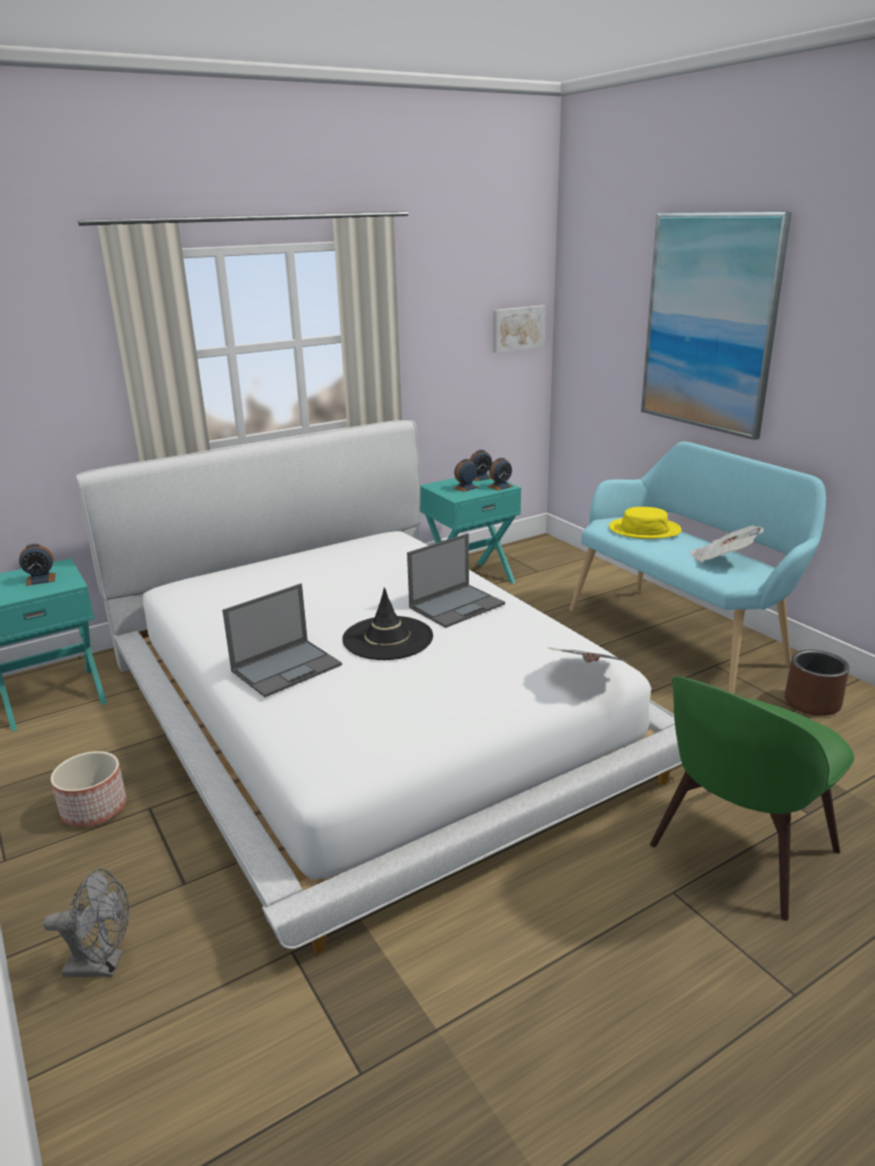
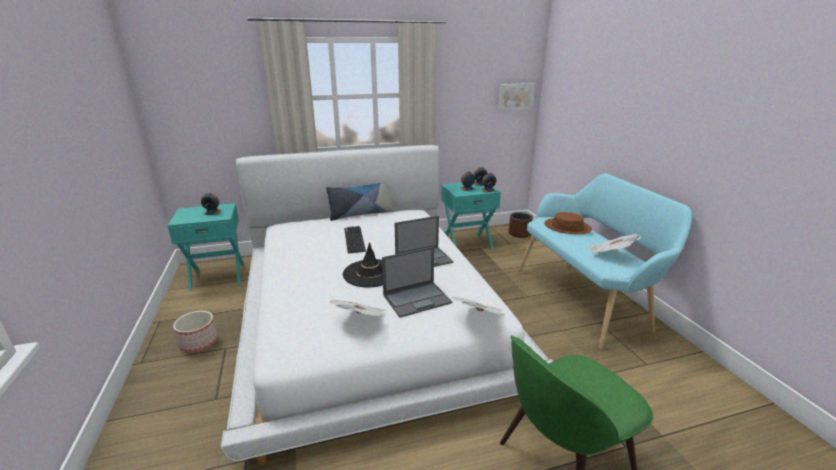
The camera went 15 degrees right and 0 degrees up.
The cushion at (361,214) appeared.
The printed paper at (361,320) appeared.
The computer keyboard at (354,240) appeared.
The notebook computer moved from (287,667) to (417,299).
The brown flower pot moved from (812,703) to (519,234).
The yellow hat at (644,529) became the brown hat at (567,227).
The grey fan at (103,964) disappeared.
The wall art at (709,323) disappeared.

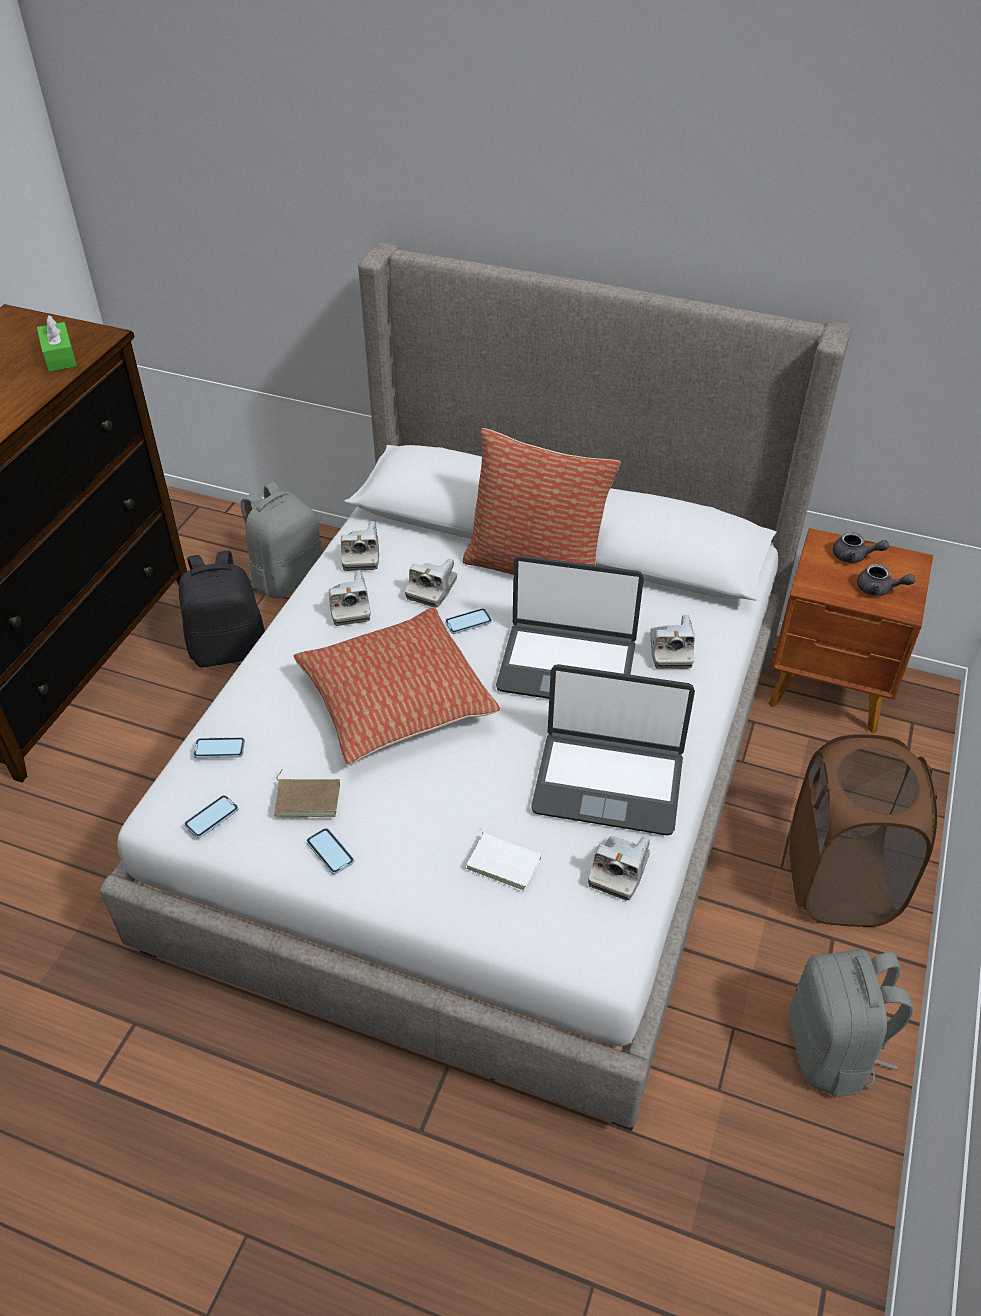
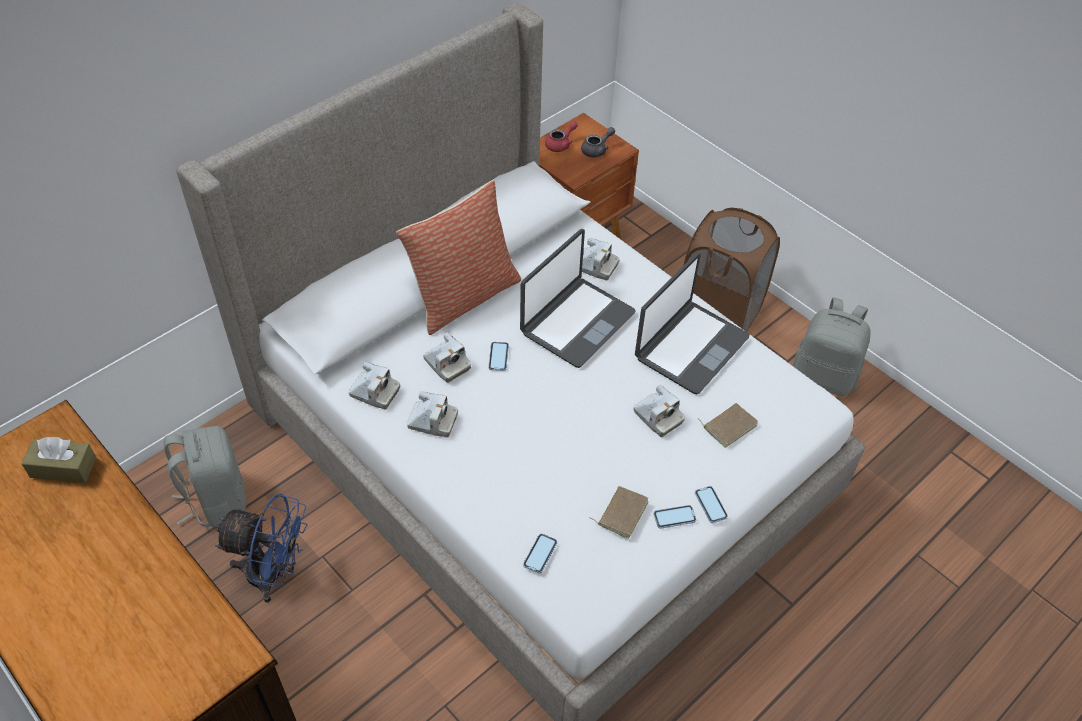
The camera went 65 degrees left and 5 degrees up.
The green-coloured tissue holder at (59,356) became the brown tissue holder at (63,468).
The blackish backpack at (229,649) was replaced by the blue-coloured fan at (274,574).
The grey pot for tea at (854,556) became the red-coloured pot for tea at (560,144).
The photo camera moved from (619,871) to (657,417).
The telephone moved from (211,817) to (710,505).
The white book at (505,862) became the brown book at (729,425).
The cushion at (395,701) disappeared.

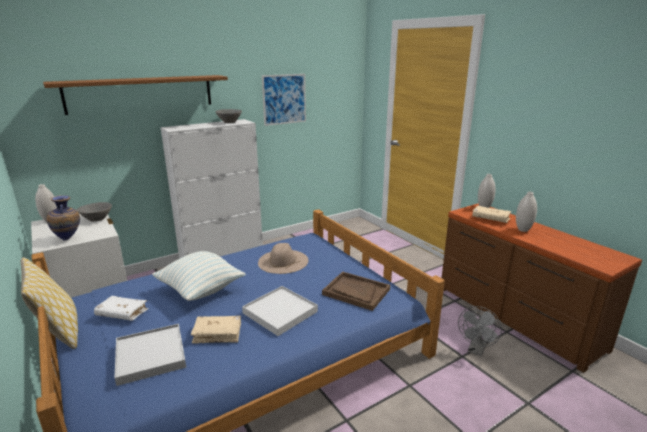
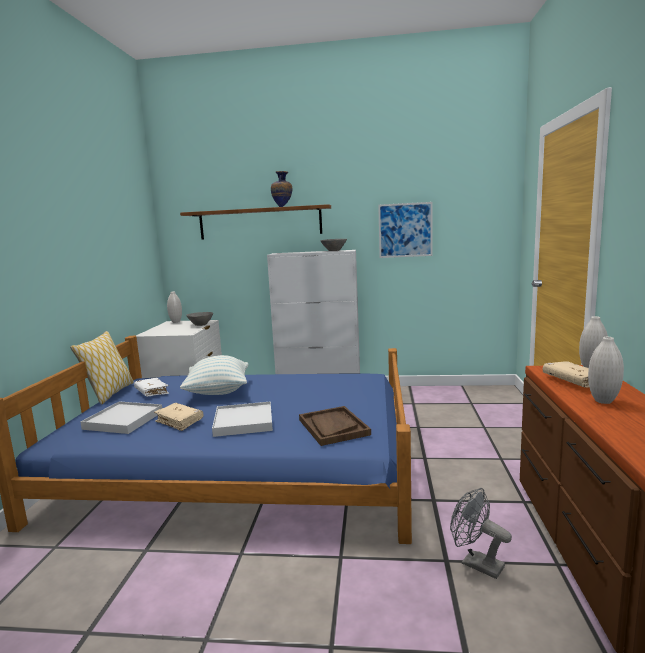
The camera went 40 degrees right and 10 degrees down.
The decorative vase moved from (69,239) to (282,207).
The grey fan at (476,350) turned 60 degrees clockwise.
The beige-coloured hat at (283,261) disappeared.

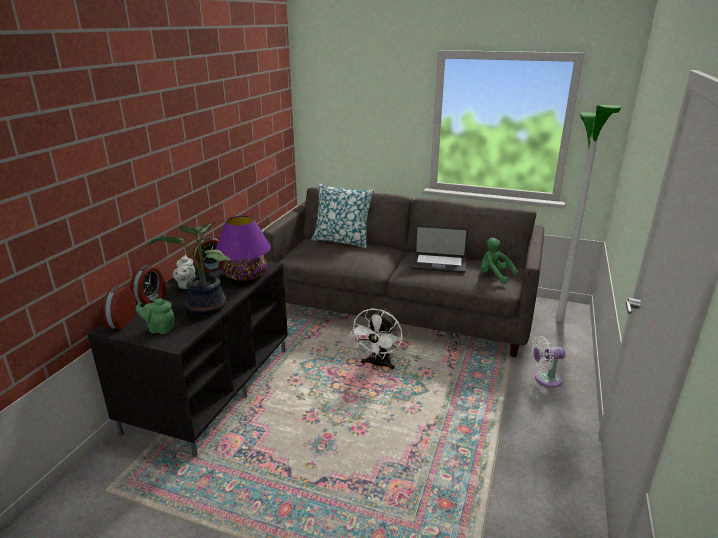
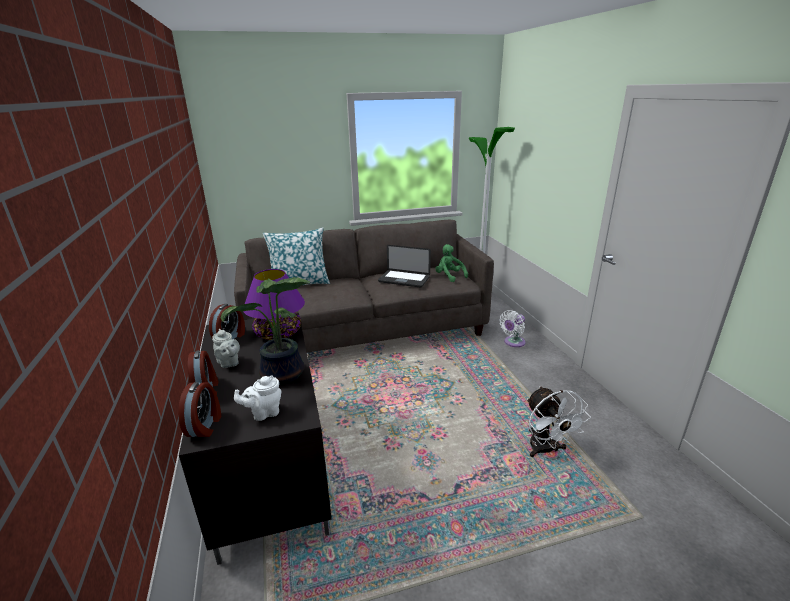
The camera went 35 degrees left and 0 degrees up.
The alarm clock at (121,322) turned 150 degrees counterclockwise.
The green-coloured pot for tea at (159,329) became the white pot for tea at (264,413).
The notebook computer at (438,264) turned 45 degrees clockwise.
The green-coloured cuddly toy at (494,275) turned 45 degrees clockwise.
The white fan moved from (378,364) to (546,450).

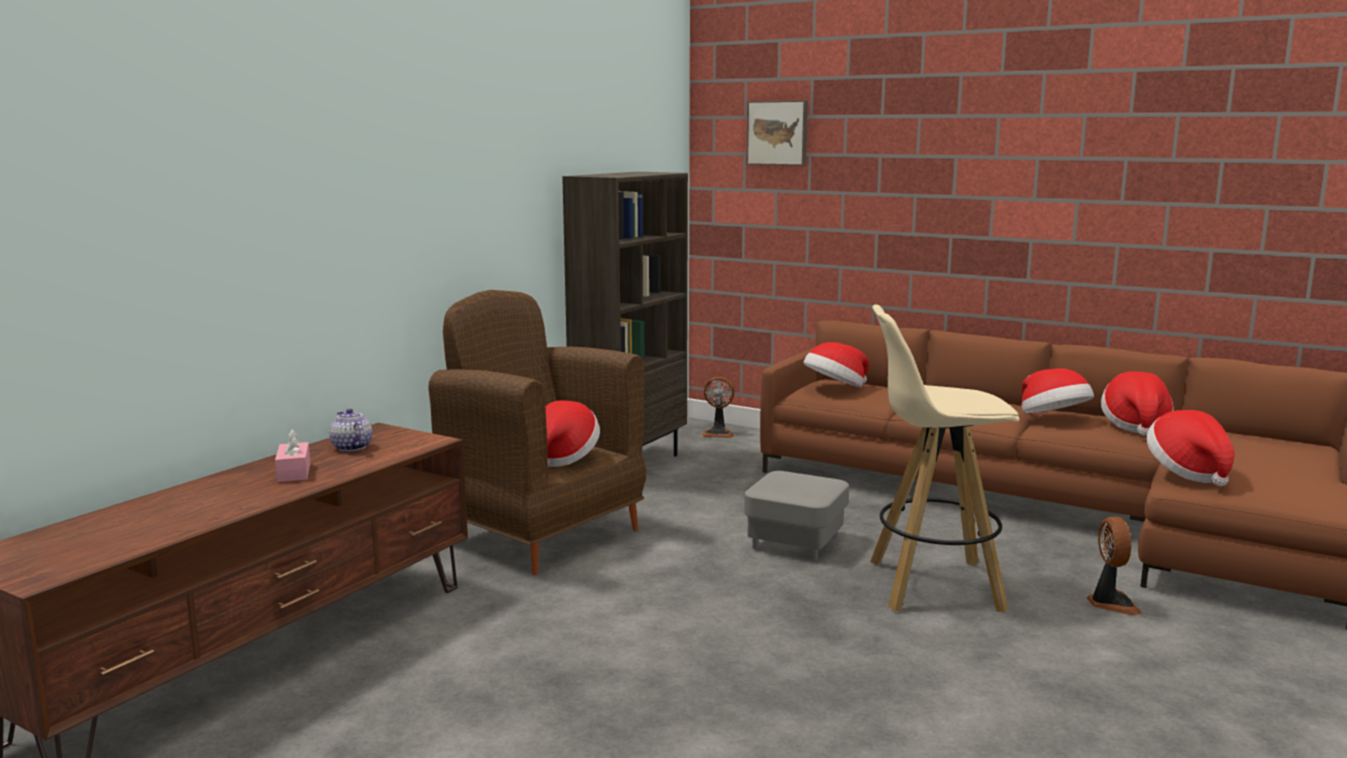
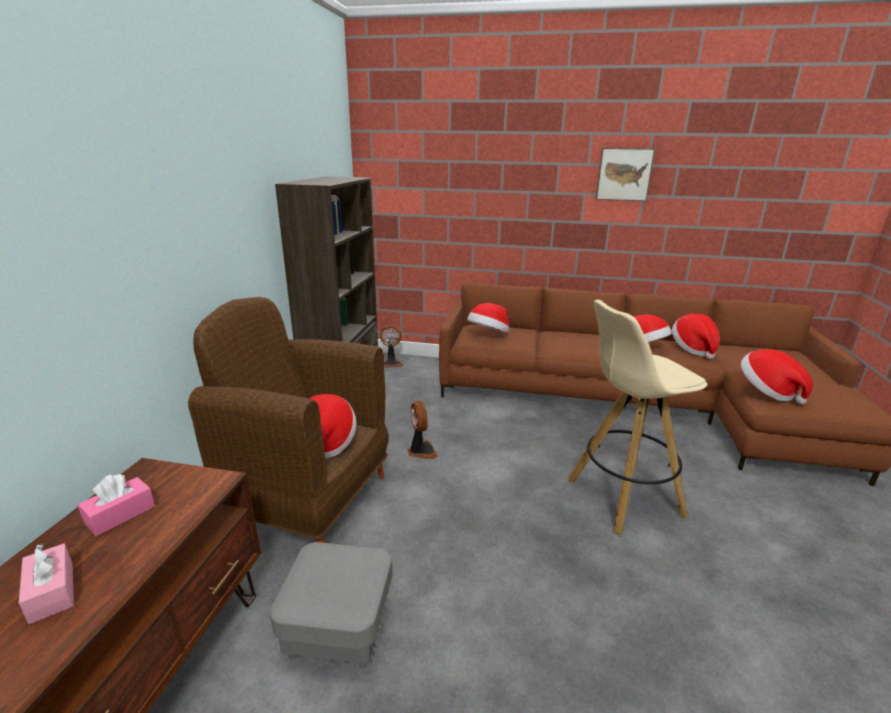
The camera went 20 degrees left and 10 degrees up.
The pot for tea at (351,447) was replaced by the pinkish tissue holder at (120,514).
The grey footrest moved from (795,542) to (339,628).
The fan moved from (1111,603) to (421,451).
The wall art moved from (778,133) to (624,174).

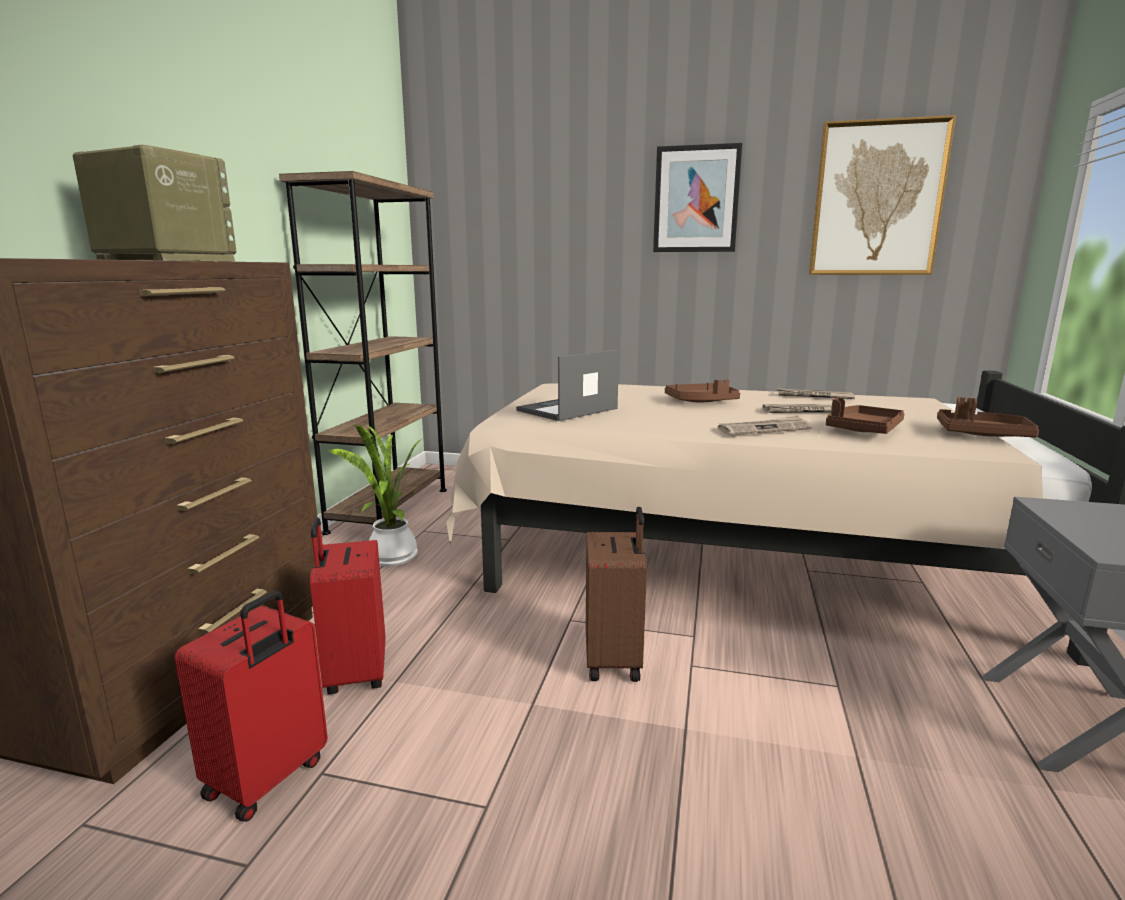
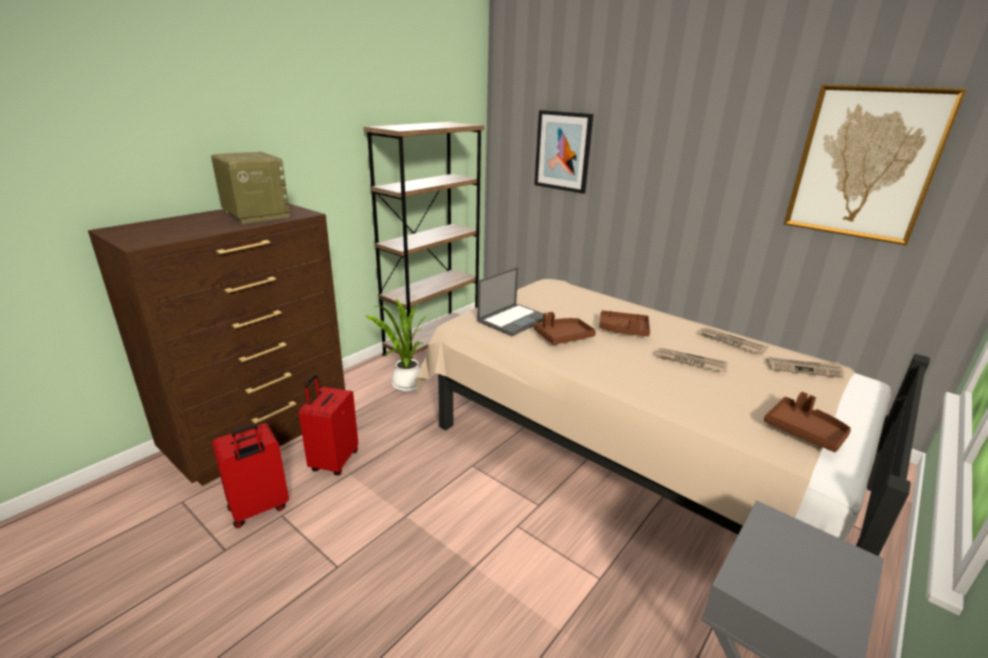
The camera went 25 degrees right and 10 degrees up.
The notebook computer at (567,410) turned 150 degrees clockwise.
The wall art moved from (696,199) to (563,151).
The brown serving tray moved from (863,430) to (563,337).
The printed paper moved from (764,429) to (804,368).
The brown piece of luggage at (615,660) disappeared.

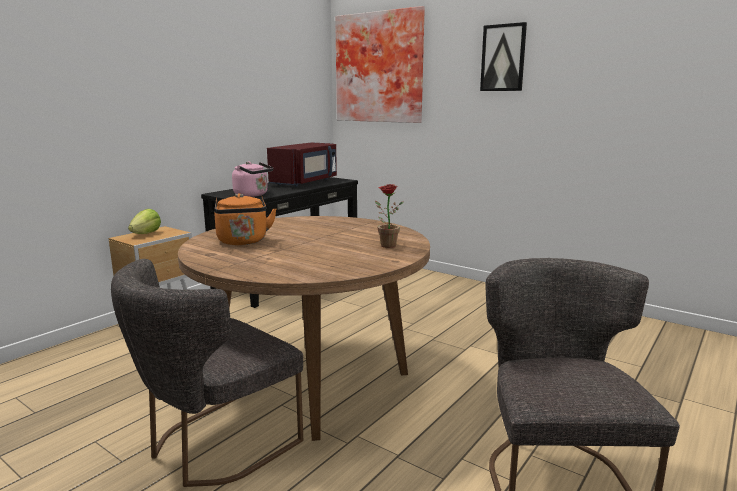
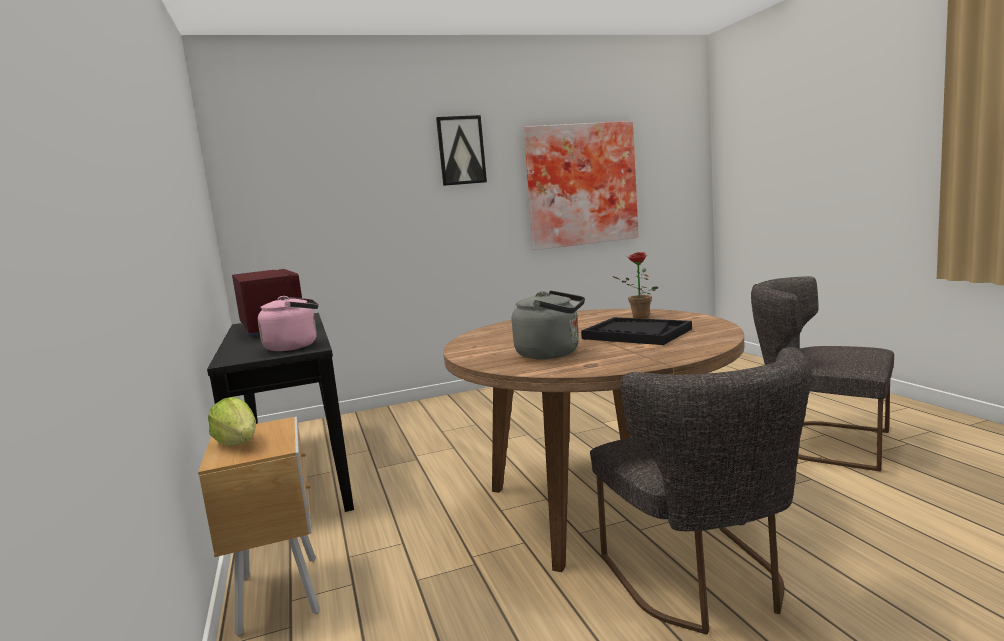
The camera went 55 degrees left and 5 degrees down.
The orange water kettle at (243,242) became the grey water kettle at (552,354).
The wall art moved from (380,68) to (580,185).
The blackish serving tray at (636,334) appeared.

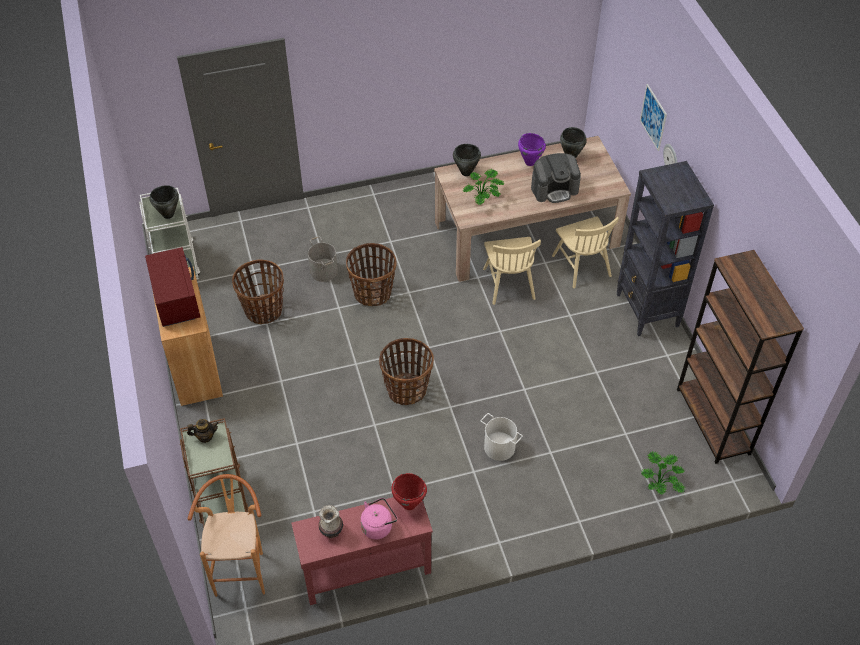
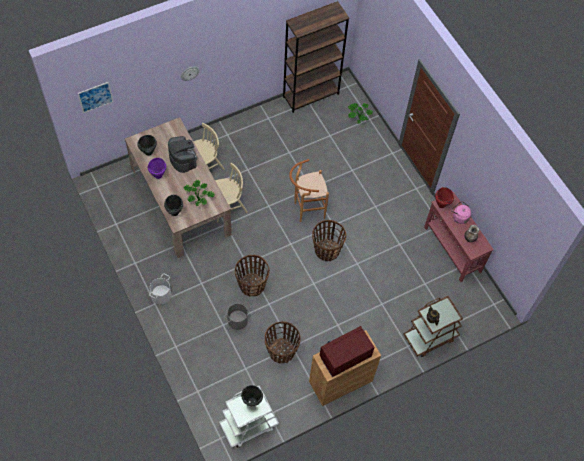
The camera went 105 degrees left and 10 degrees up.
The wall art moved from (653,117) to (95,97).
The white pail moved from (499,447) to (161,295).
The brown stool seat moved from (241,568) to (306,210).
The blackish bookcase at (647,311) disappeared.

